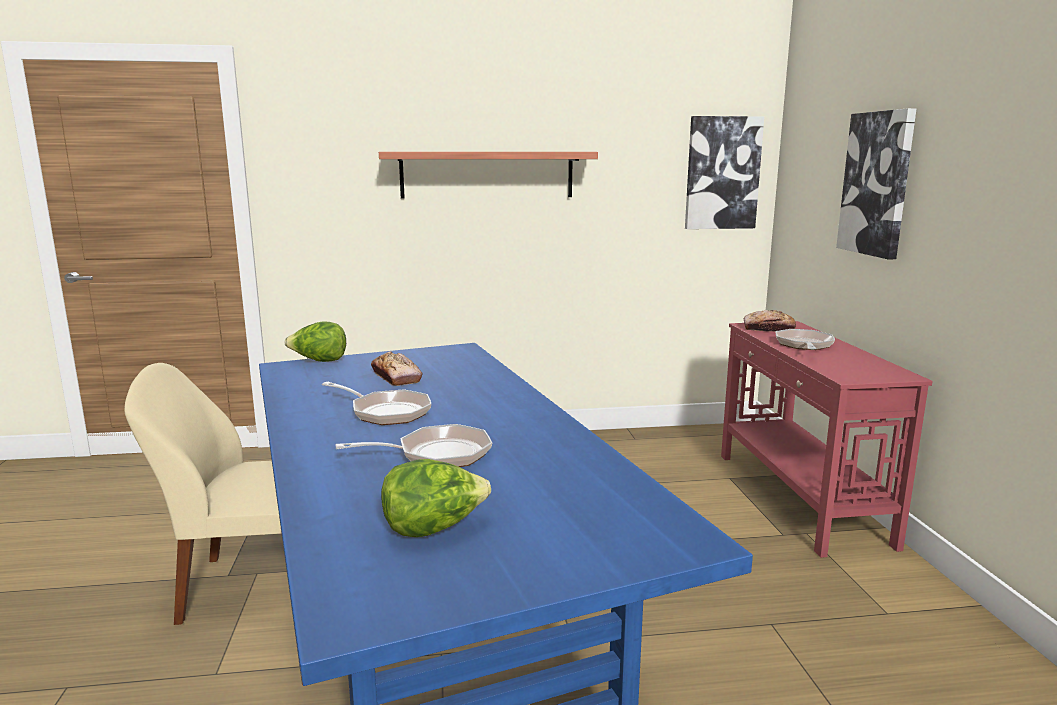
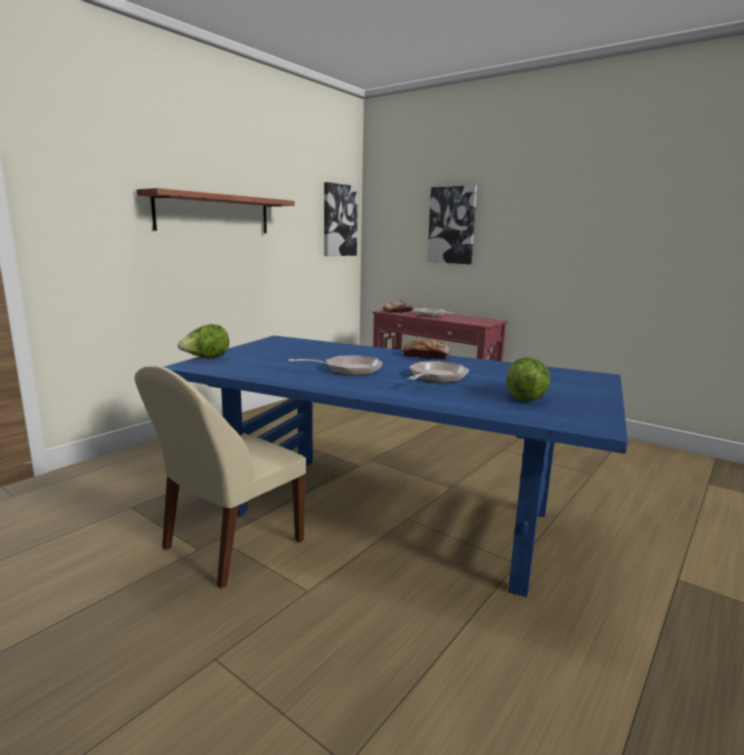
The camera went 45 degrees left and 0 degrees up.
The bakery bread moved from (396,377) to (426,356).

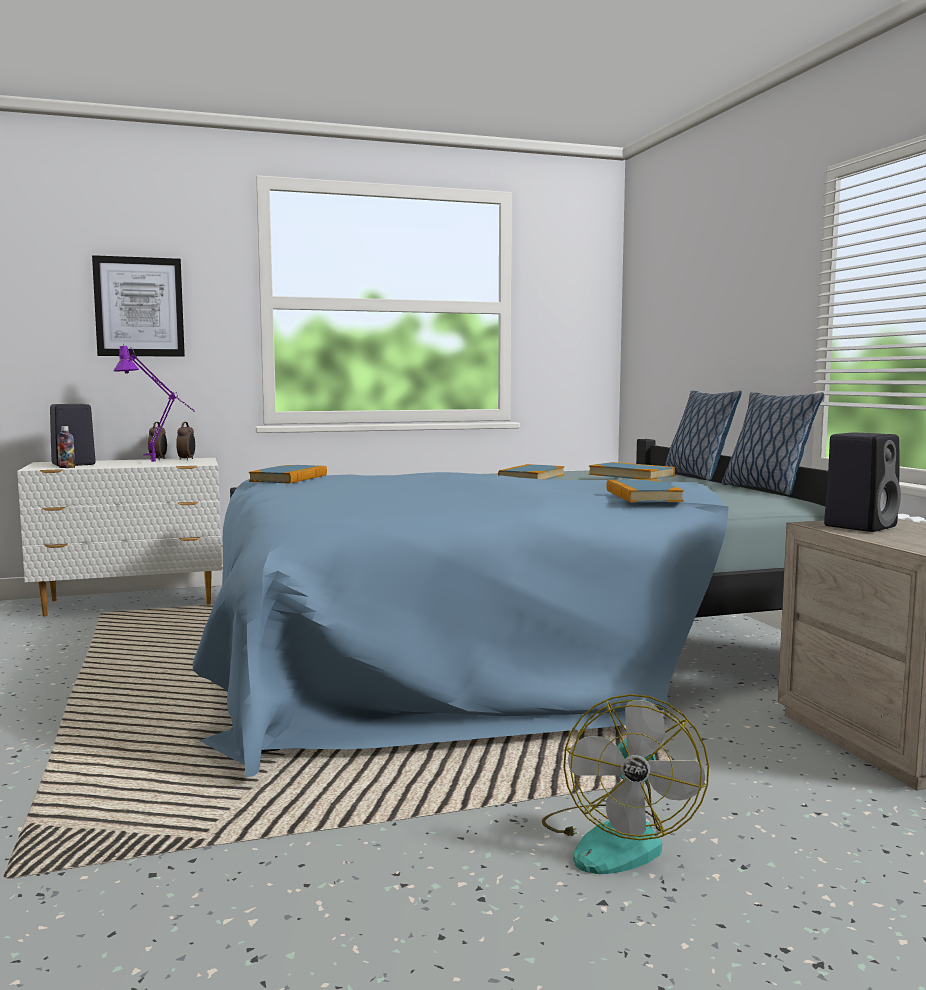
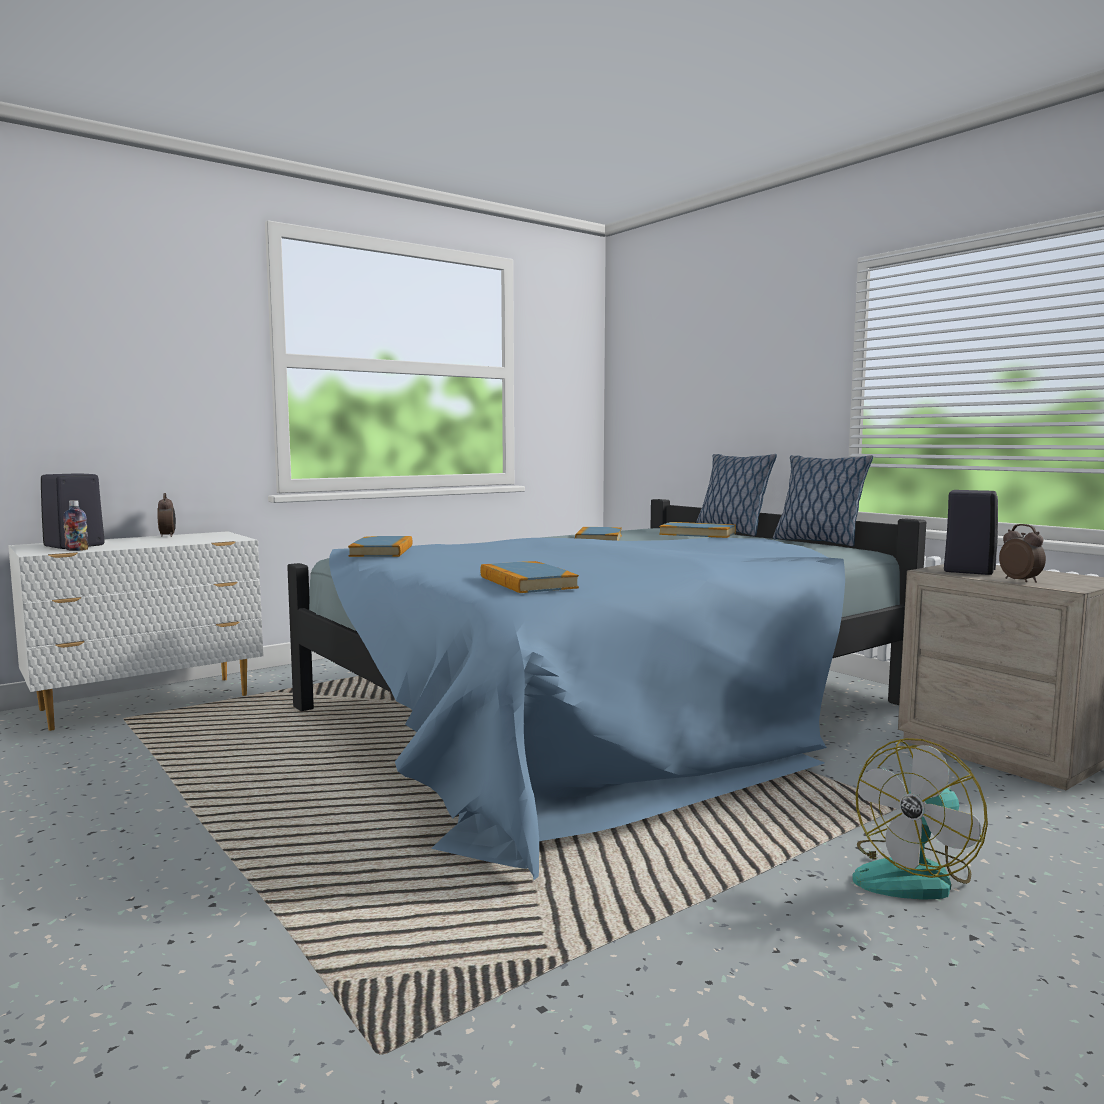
The camera went 20 degrees left and 0 degrees up.
The book moved from (642,496) to (527,582).
The fan at (617,839) turned 60 degrees clockwise.
The alarm clock moved from (187,459) to (1020,581).
The wall art at (139,307) disappeared.
The purplish table lamp at (159,463) disappeared.

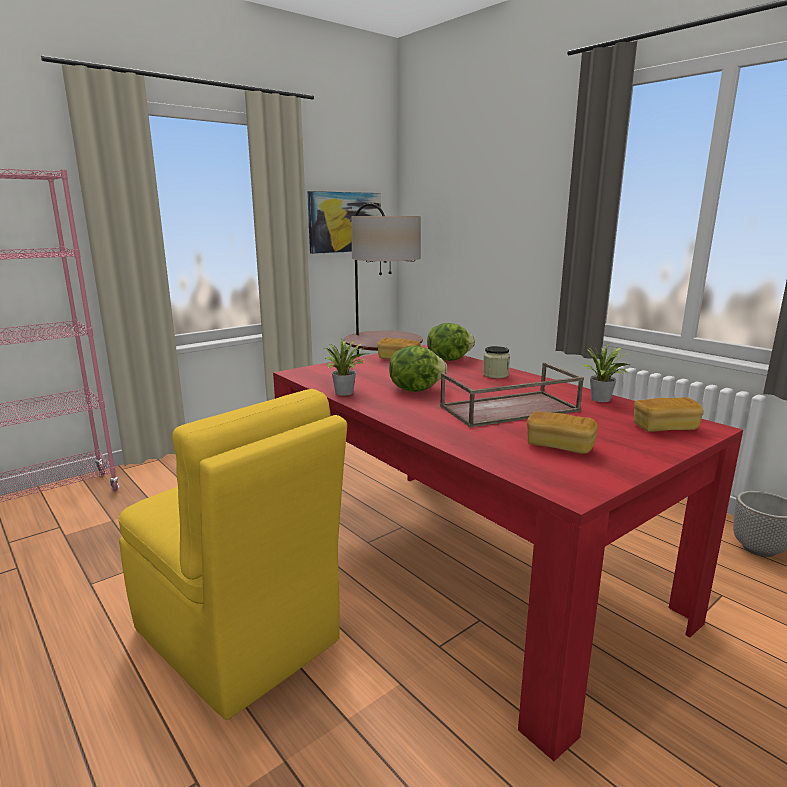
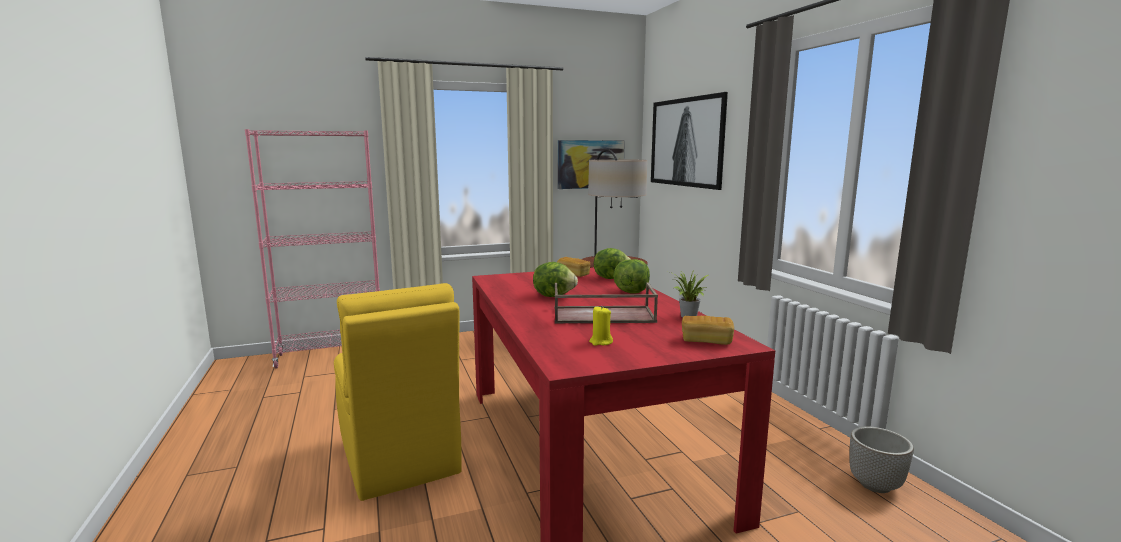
The camera went 20 degrees right and 5 degrees down.
The bakery bread at (559,446) was replaced by the yellow wax candle at (600,342).
The storage jar at (495,375) was replaced by the lettuce head at (631,292).
The wall art at (686,142) appeared.
The houseplant at (346,393) disappeared.

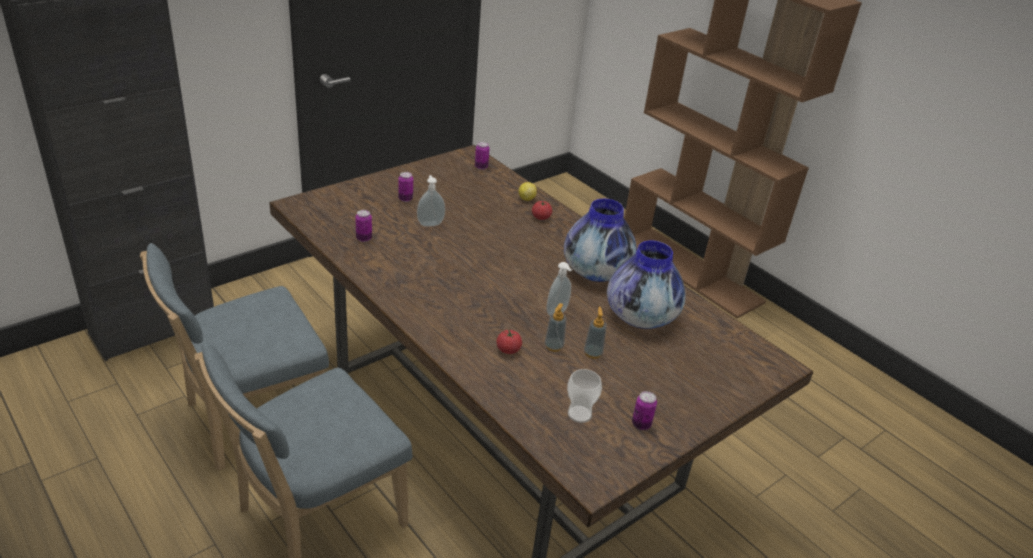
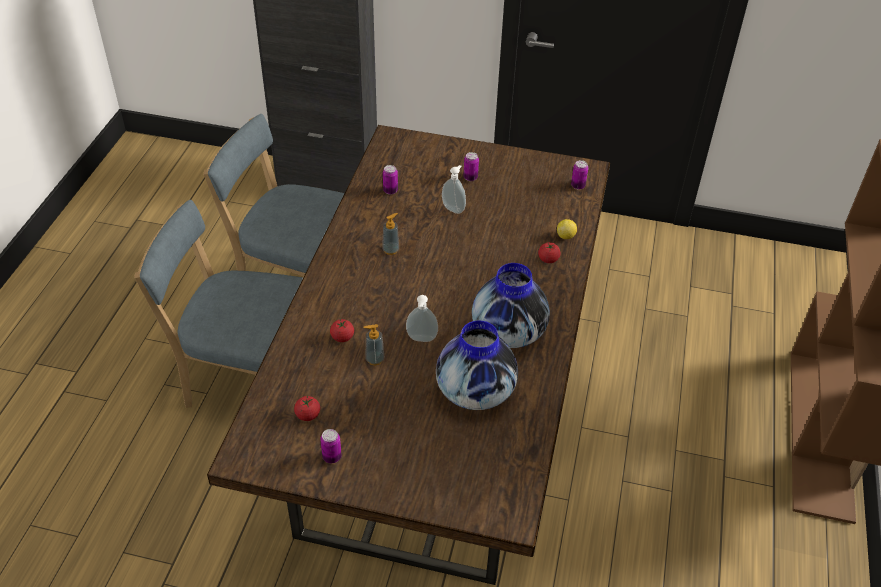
The camera went 55 degrees right and 10 degrees up.
The cup at (579,414) was replaced by the tomato at (308,415).
The liquid soap bottle moved from (593,353) to (391,250).

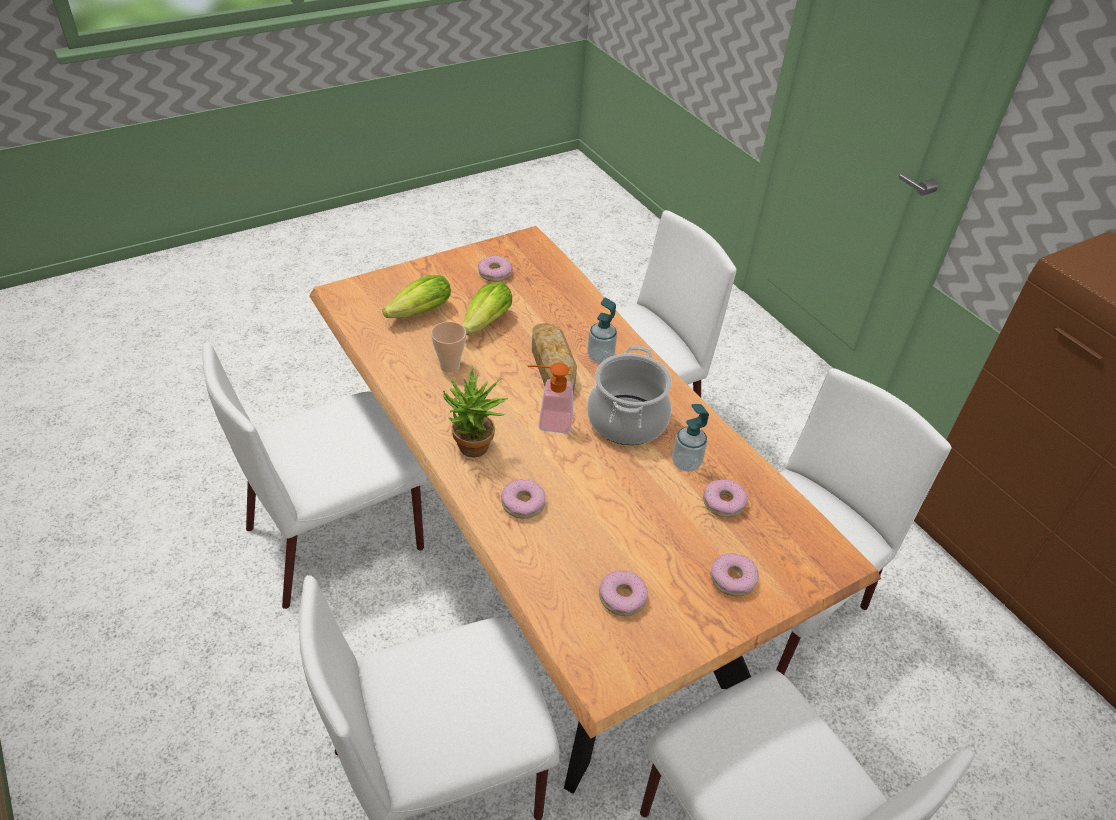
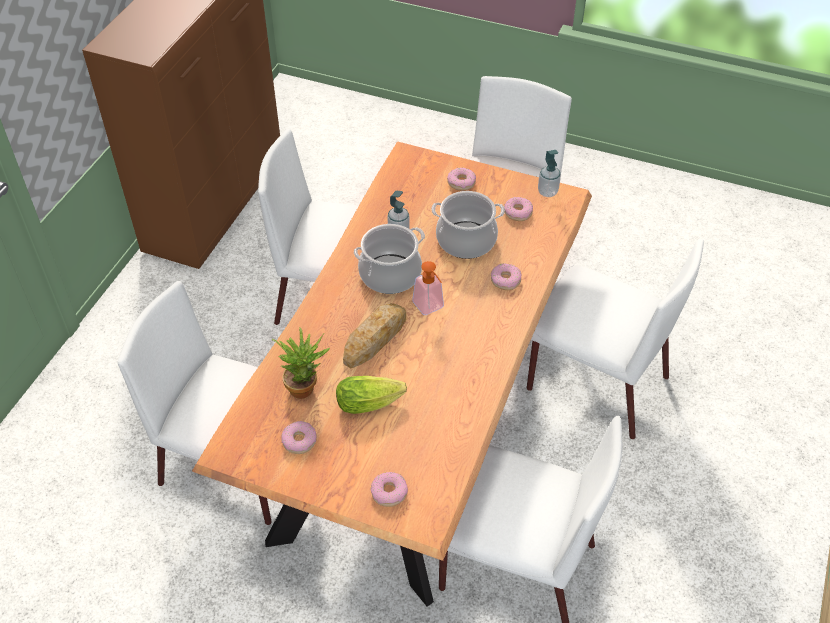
The camera went 125 degrees left and 5 degrees up.
The houseplant moved from (473,451) to (305,386).
The doughnut moved from (723,502) to (389,492).
The stockpot at (466,241) appeared.
The liquid soap bottle moved from (600,357) to (547,192).
The lettuce head at (416,314) disappeared.
The cup at (450,366) disappeared.

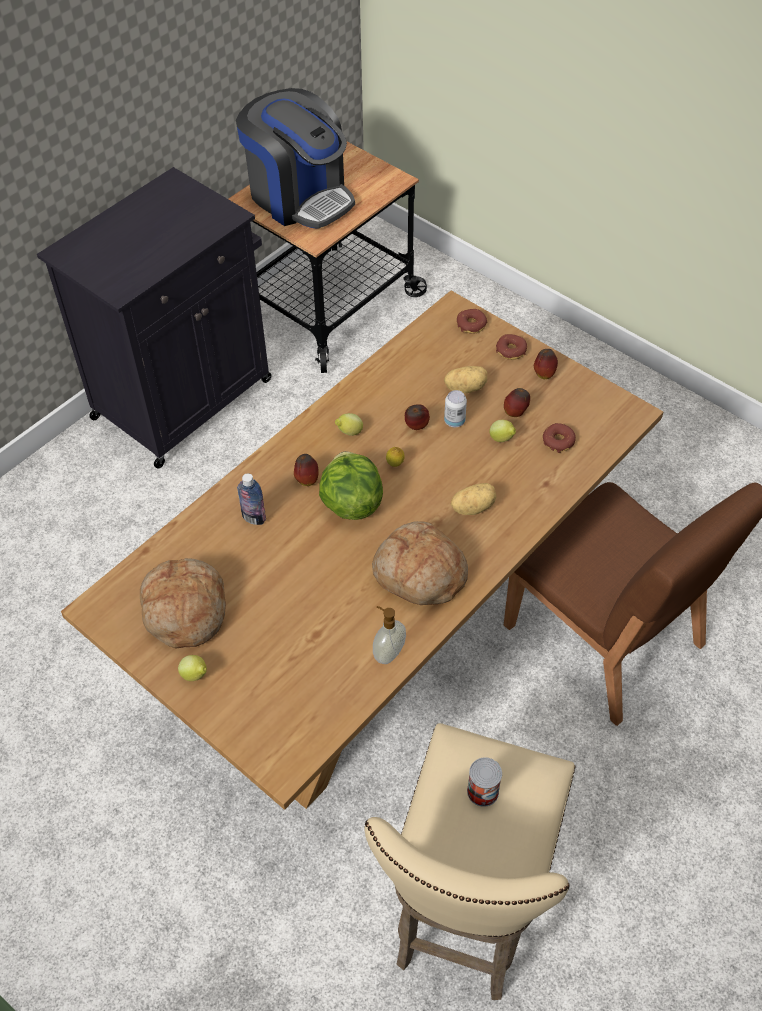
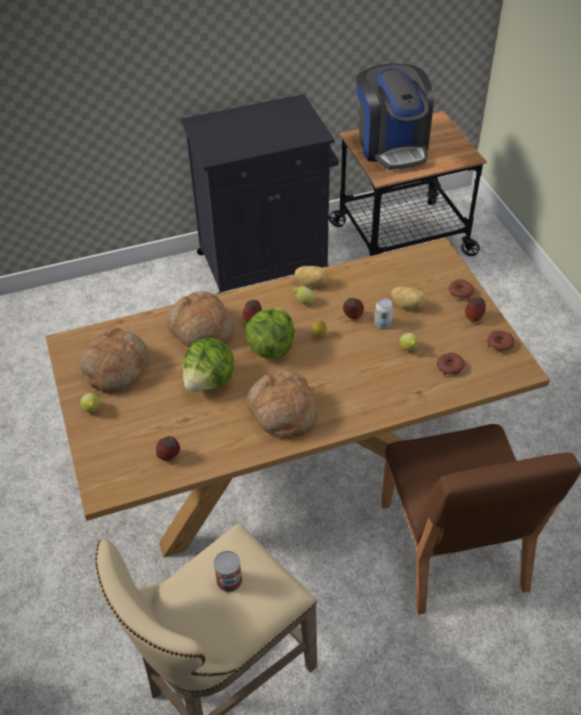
The camera went 30 degrees right and 5 degrees down.
The apple fruit moved from (515,413) to (169,456).
The beverage bottle at (254,518) was replaced by the bakery bread at (201,330).
The lettuce head at (210,381) appeared.
The potato moved from (472,507) to (312,283).
The doughnut moved from (471,325) to (499,344).
The liquid soap bottle at (388,653) disappeared.

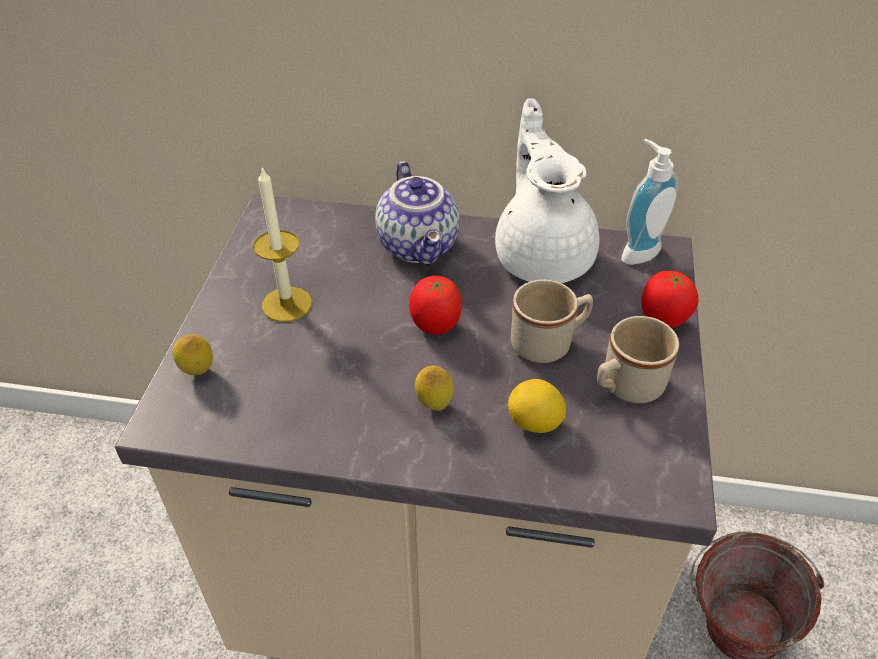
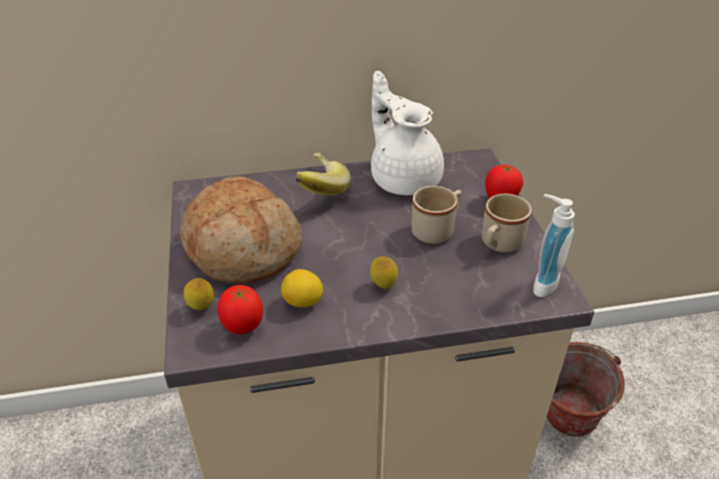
The camera went 20 degrees left and 5 degrees down.
The wax candle at (287,304) was replaced by the bakery bread at (242,248).
The tomato moved from (435,327) to (243,327).
The citrus fruit moved from (534,423) to (303,302).
The pot for tea at (420,246) was replaced by the banana fruit at (317,190).
The liquid soap bottle moved from (636,250) to (541,282).

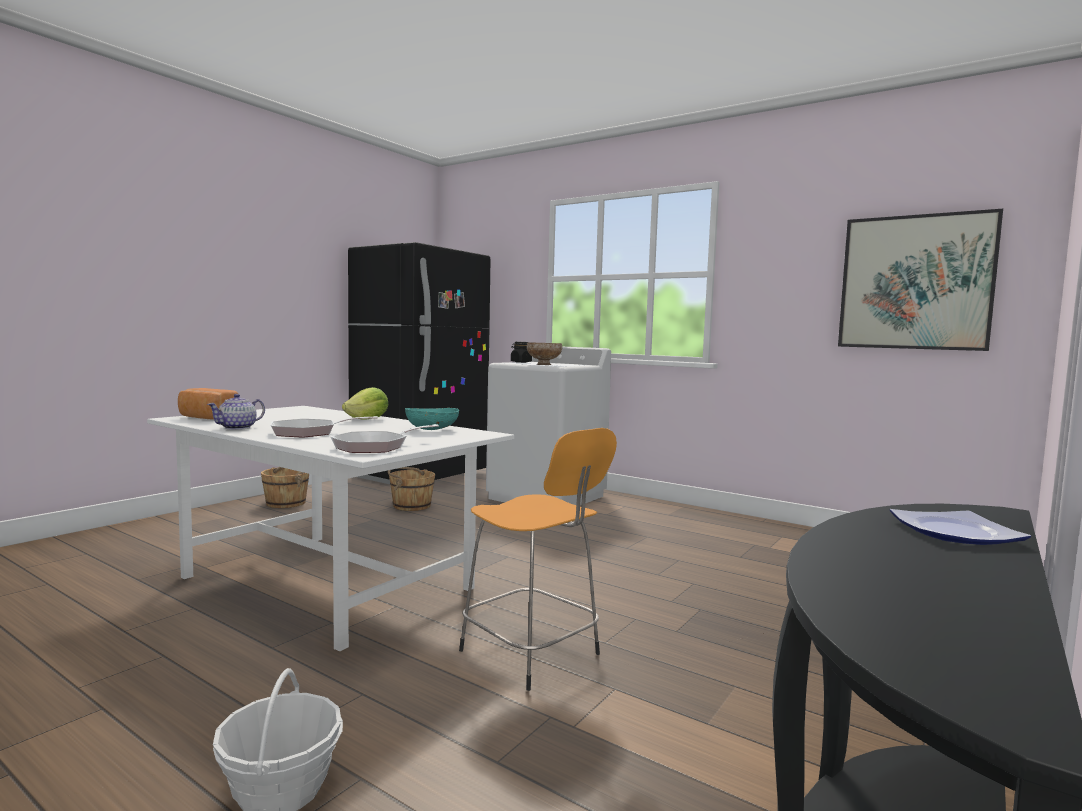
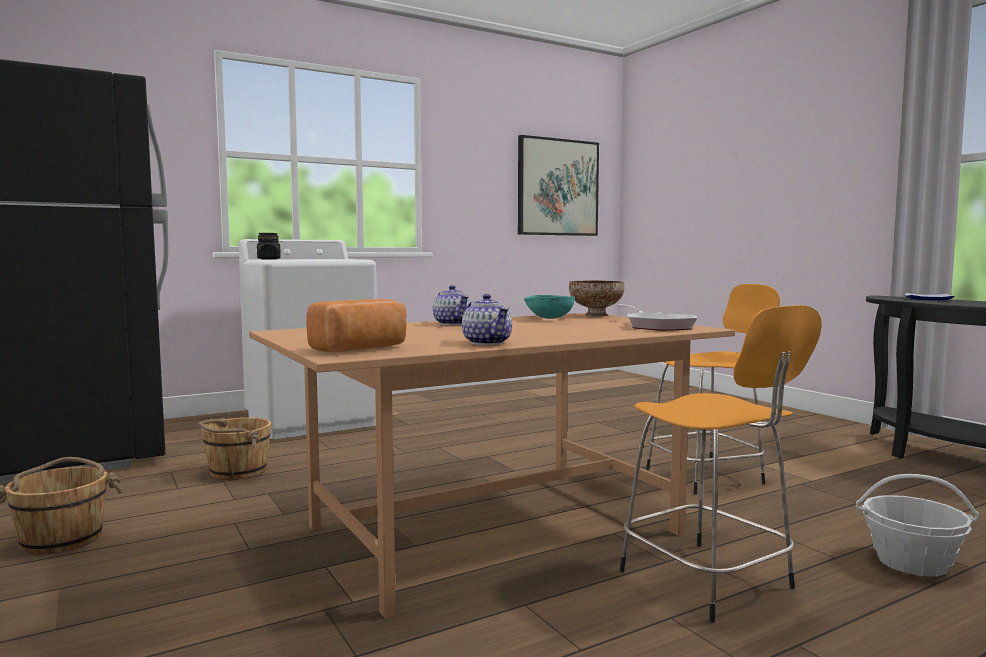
The camera went 65 degrees left and 0 degrees up.
The white dining table at (329,582) became the brown dining table at (495,528).
The lettuce head at (367,419) was replaced by the pot for tea at (452,323).
The deep dish moved from (544,364) to (596,315).
The orange stool seat at (709,582) appeared.
The pan at (309,433) disappeared.

